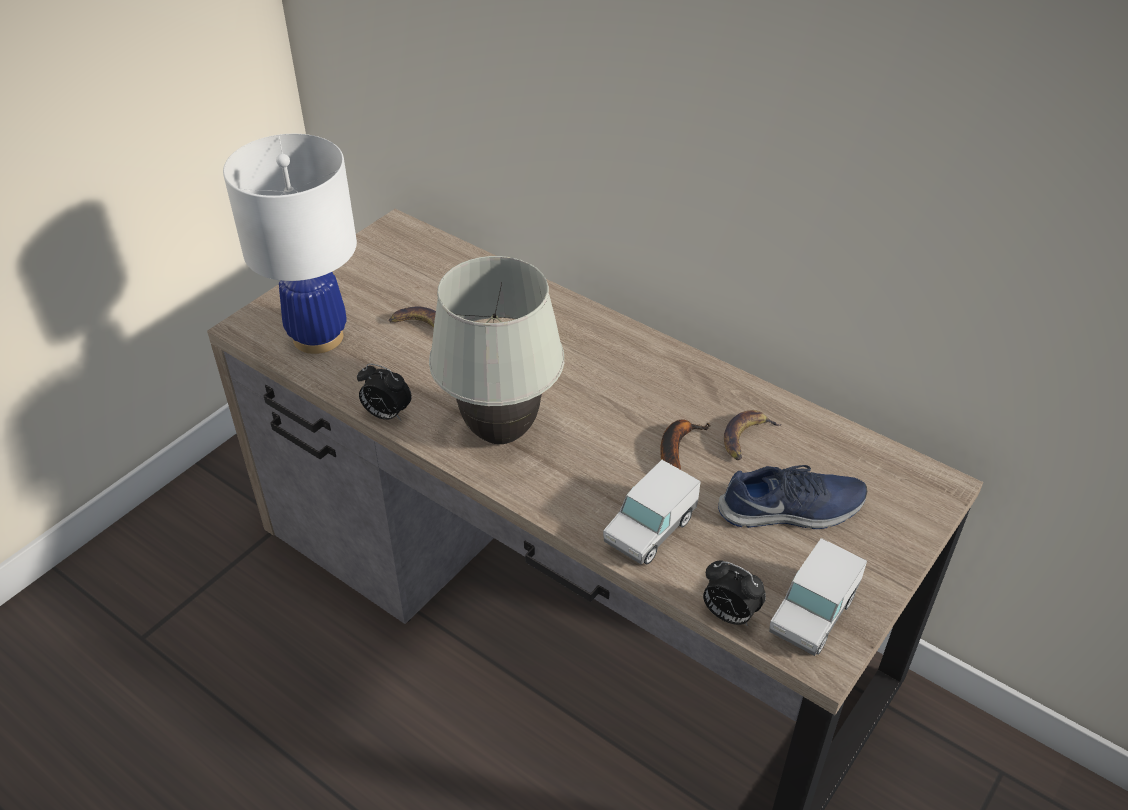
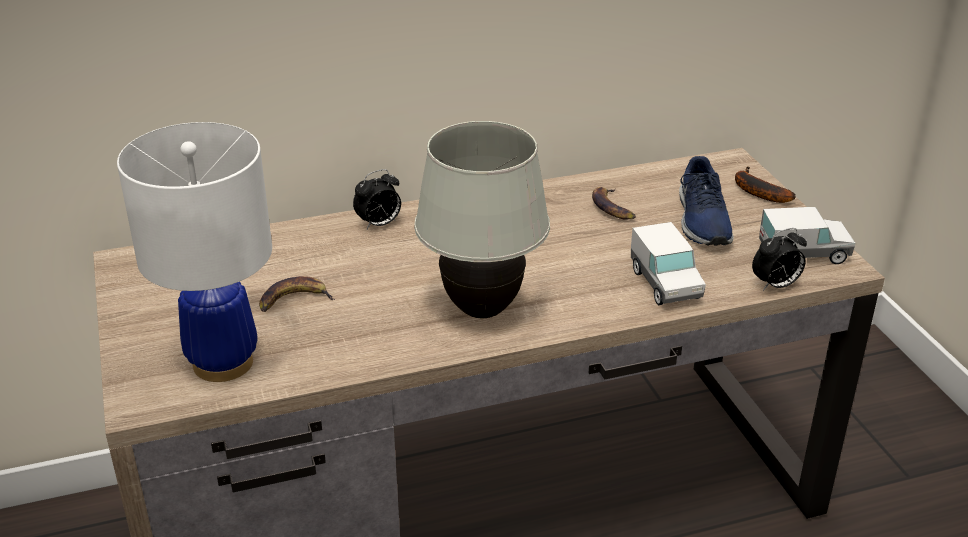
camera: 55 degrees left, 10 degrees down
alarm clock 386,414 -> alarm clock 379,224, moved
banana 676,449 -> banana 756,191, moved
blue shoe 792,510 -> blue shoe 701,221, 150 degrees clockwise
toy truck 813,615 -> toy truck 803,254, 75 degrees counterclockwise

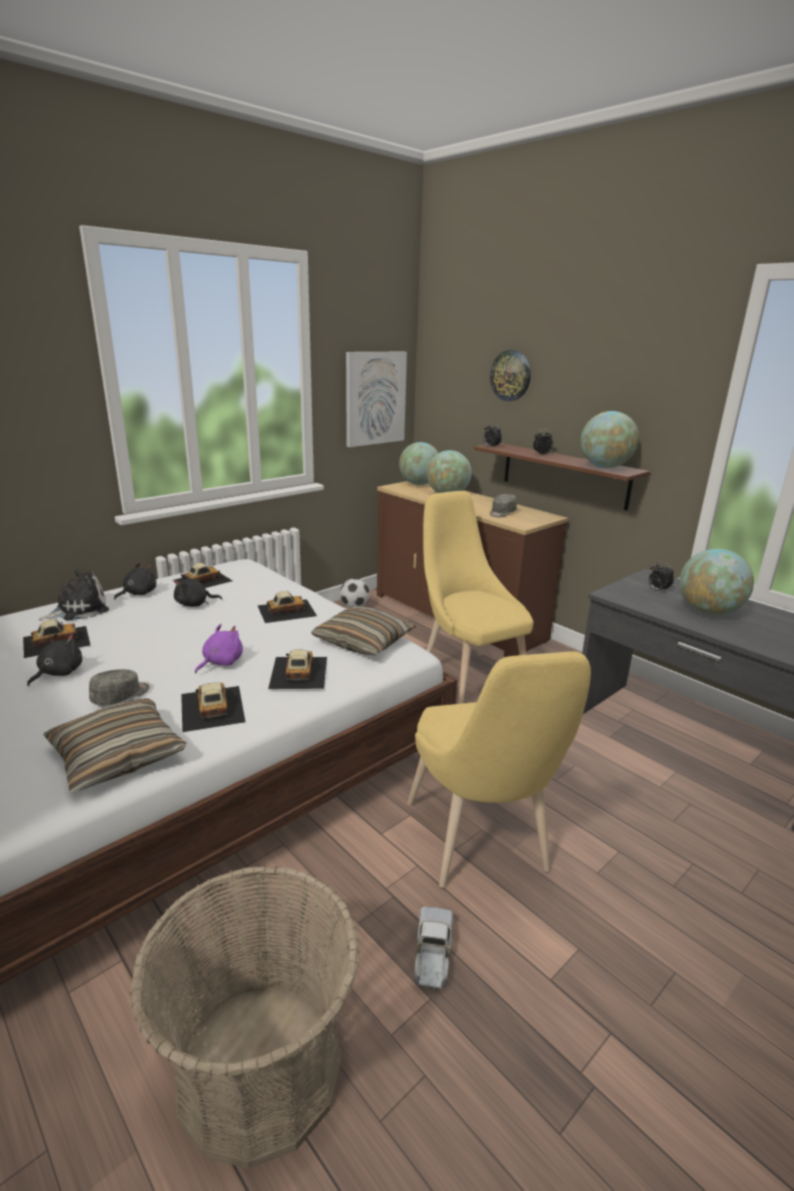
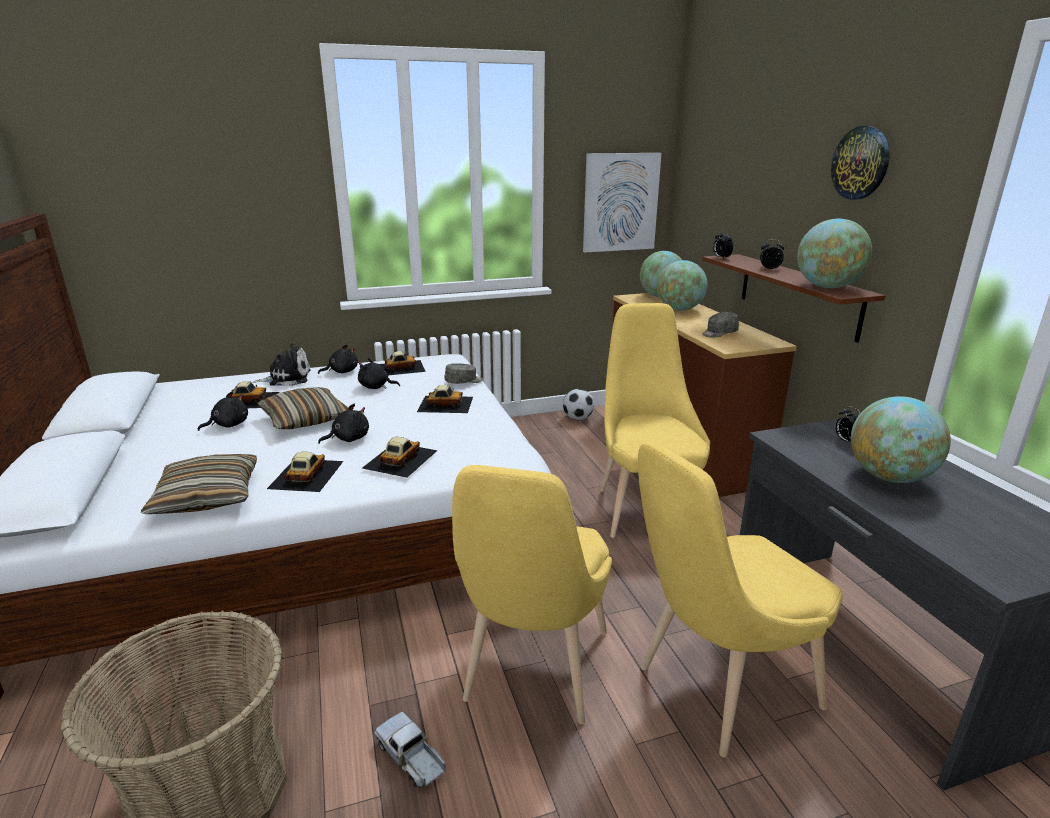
camera: 25 degrees right, 0 degrees up
none -> yellow chair 717,690
grey cap 121,696 -> grey cap 464,381, moved
pillow 363,641 -> pillow 305,419, moved
wall clock 510,375 -> wall clock 861,163, moved
purple plush toy 221,662 -> black plush toy 348,439
toy truck 432,954 -> toy truck 411,757, 75 degrees counterclockwise

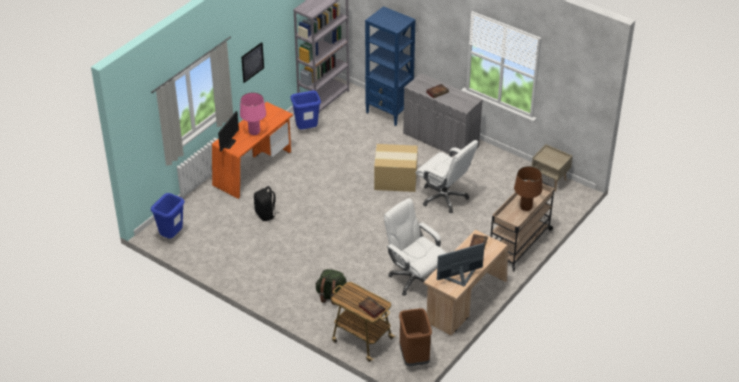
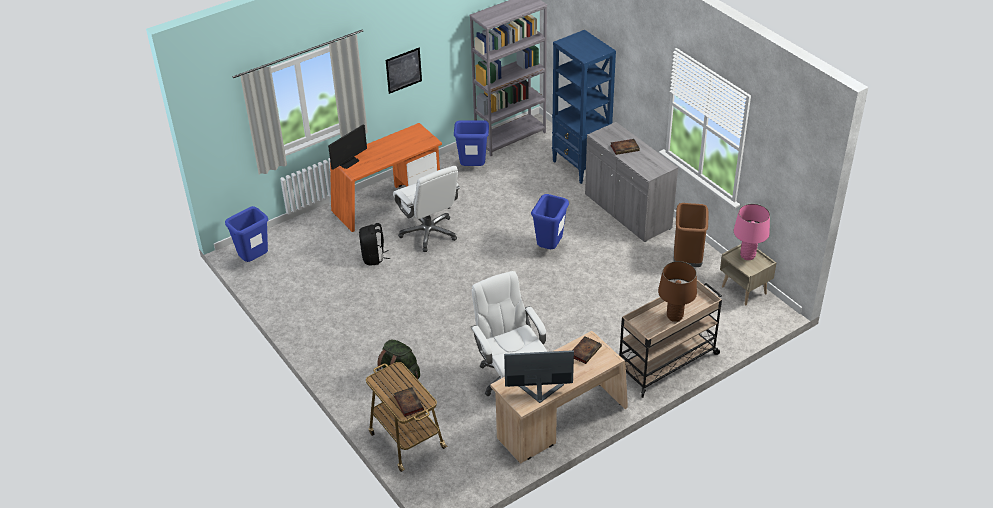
camera: 20 degrees right, 0 degrees up
pink table lamp 254,132 -> pink table lamp 747,255, moved
brown trash can 414,357 -> brown trash can 687,260, moved
white office chair 444,197 -> white office chair 429,233, moved
cardboard box 396,179 -> blue trash can 549,248

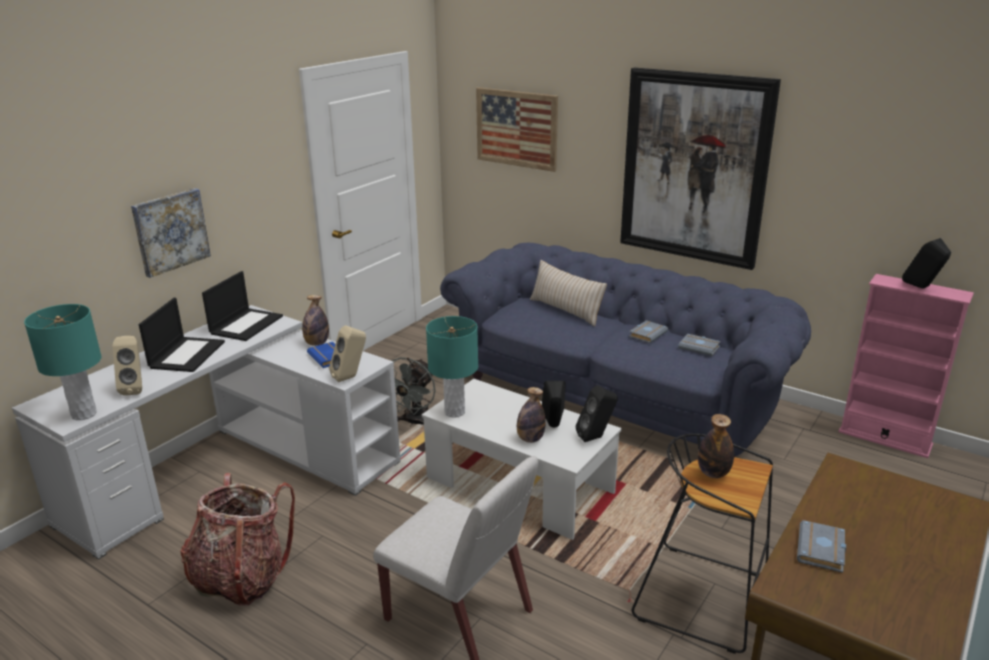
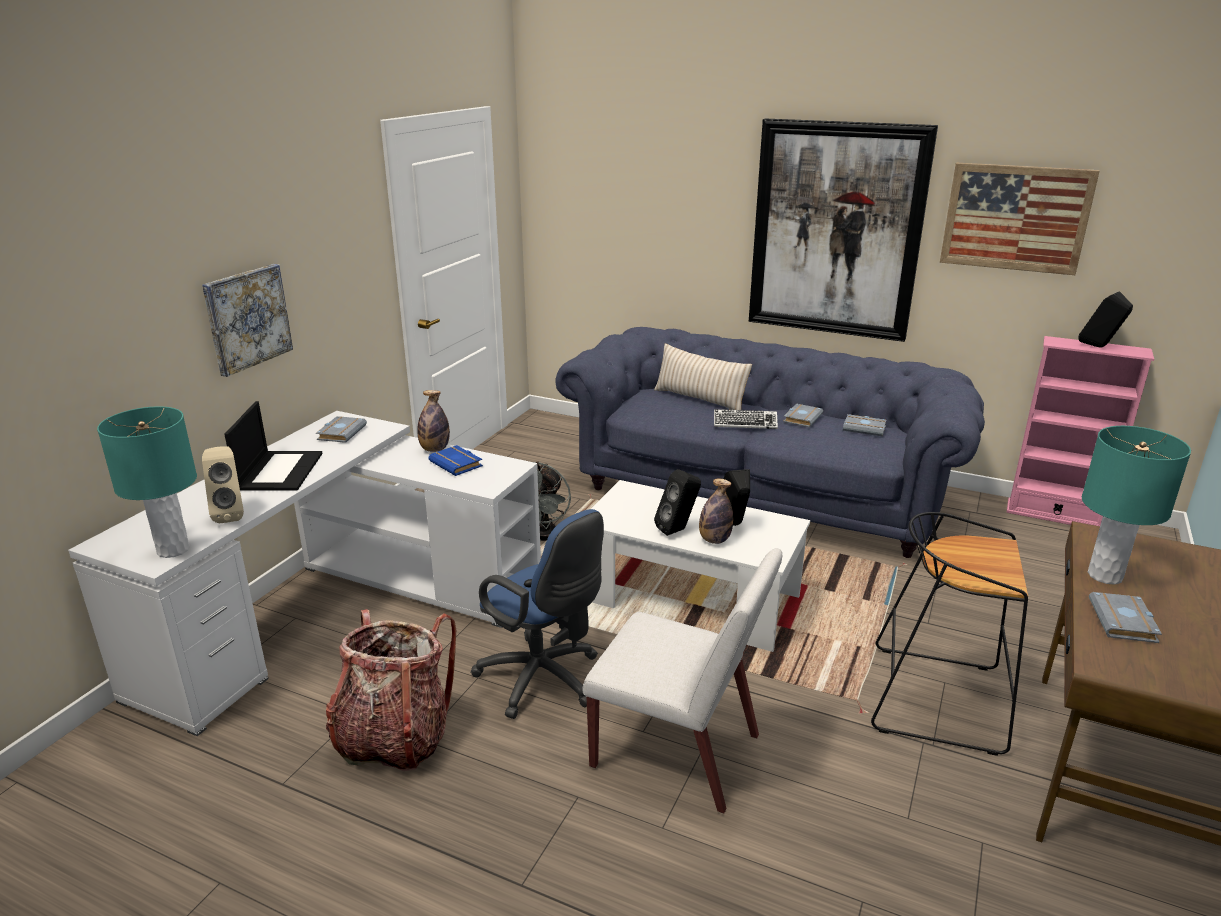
camera: 10 degrees left, 0 degrees up
beige speaker 351,377 -> none
bottle 713,473 -> none
none -> blue office chair 544,681
none -> keyboard 745,423
turquoise table lamp 455,412 -> turquoise table lamp 1105,576, moved
picture 516,128 -> picture 1015,218, moved
black speaker 596,437 -> black speaker 678,530, moved
laptop 246,324 -> grey book 341,432

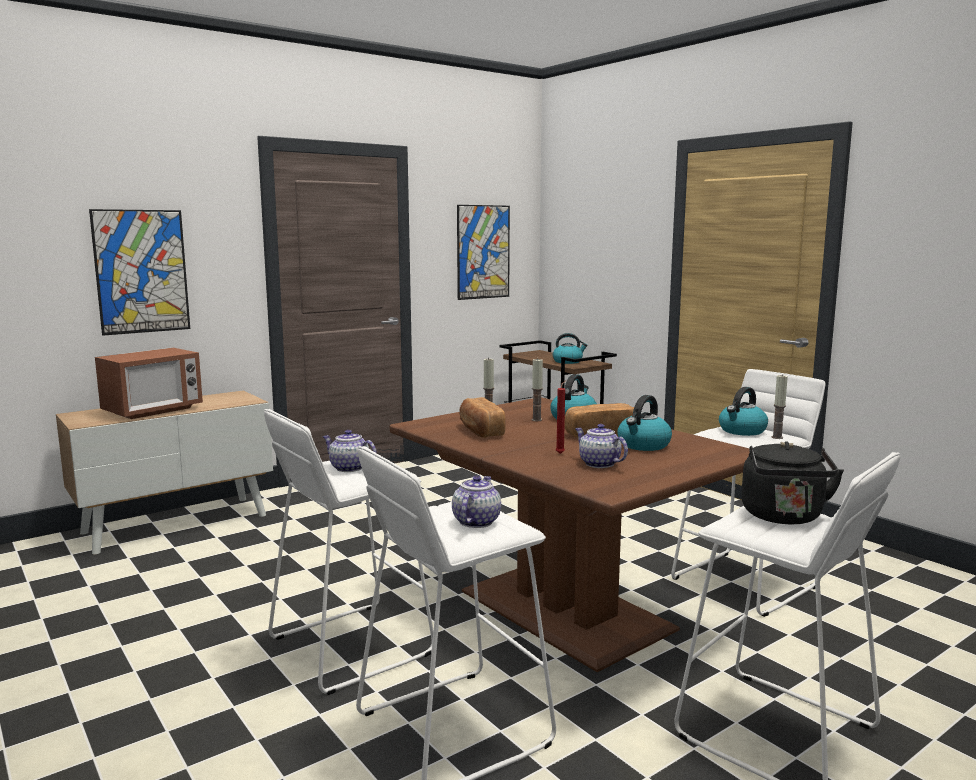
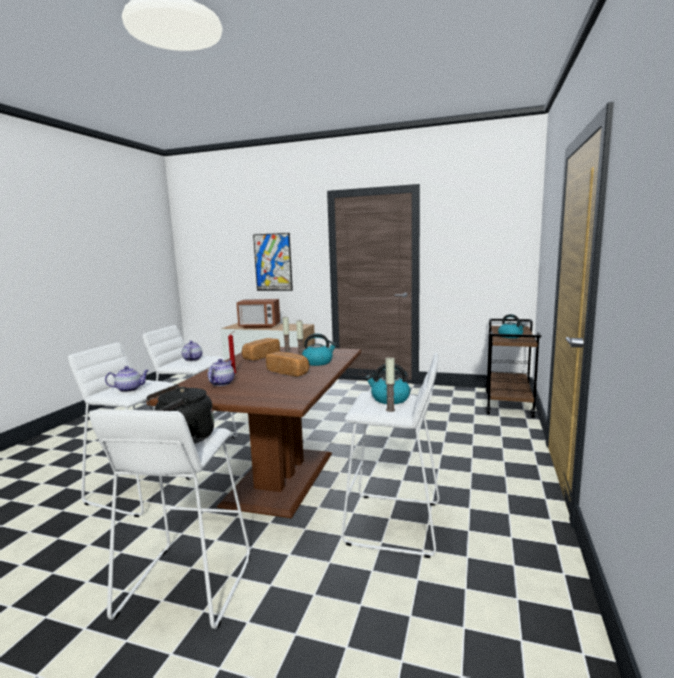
camera: 55 degrees right, 0 degrees up
picture 483,252 -> none
kettle 643,445 -> none

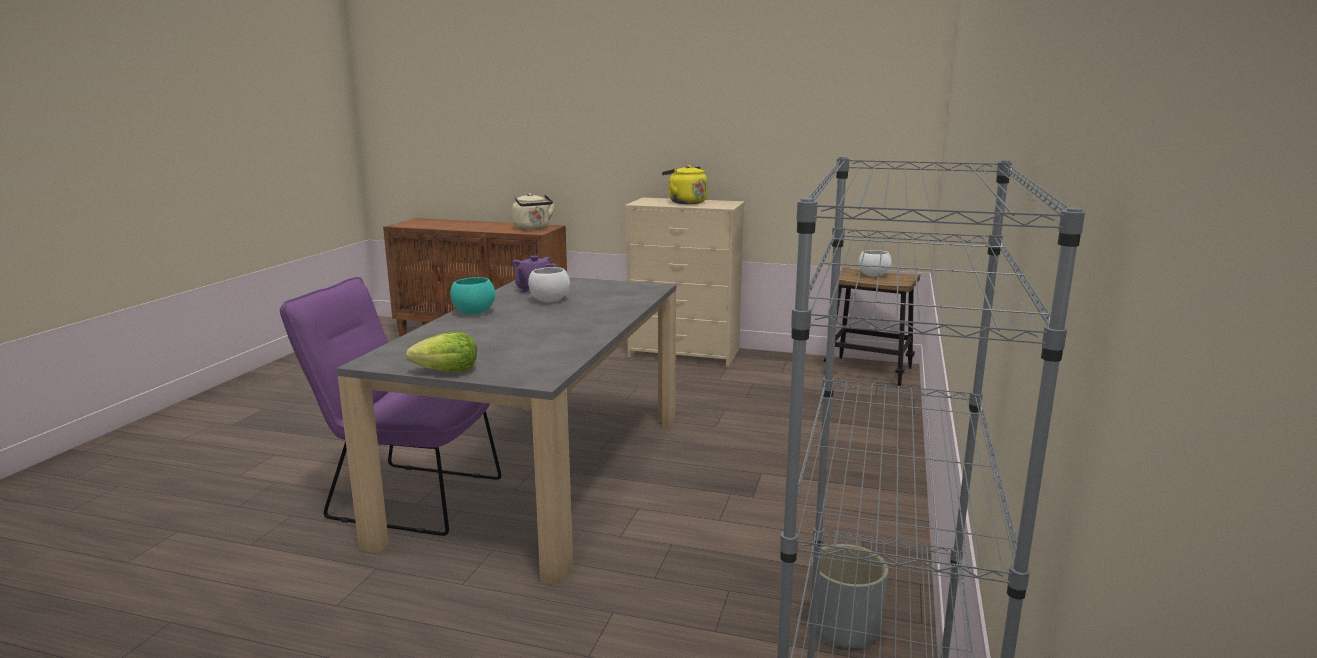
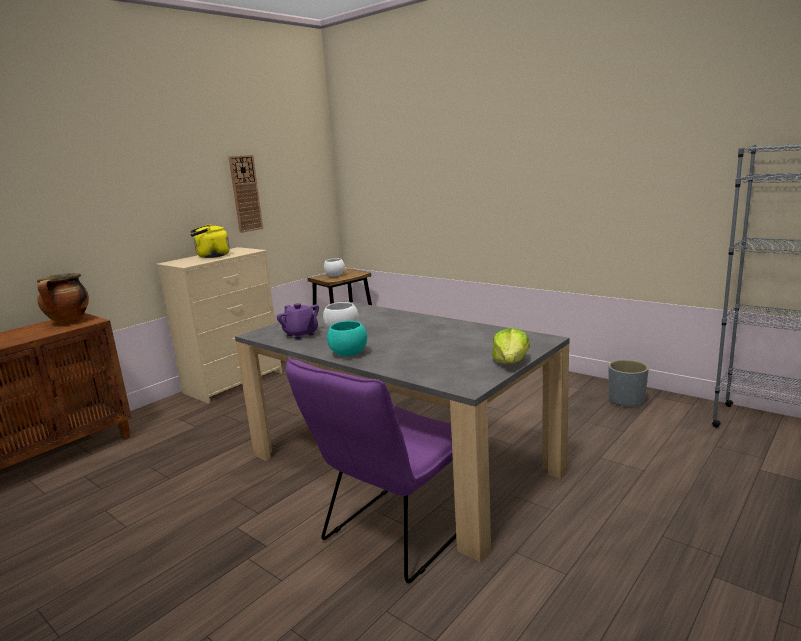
camera: 65 degrees left, 0 degrees up
none -> wall clock 245,193
beige kettle 533,228 -> cooking pot 69,322

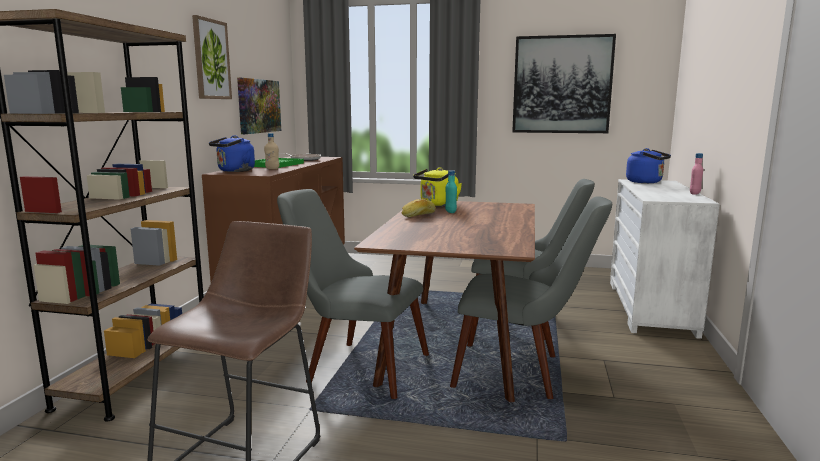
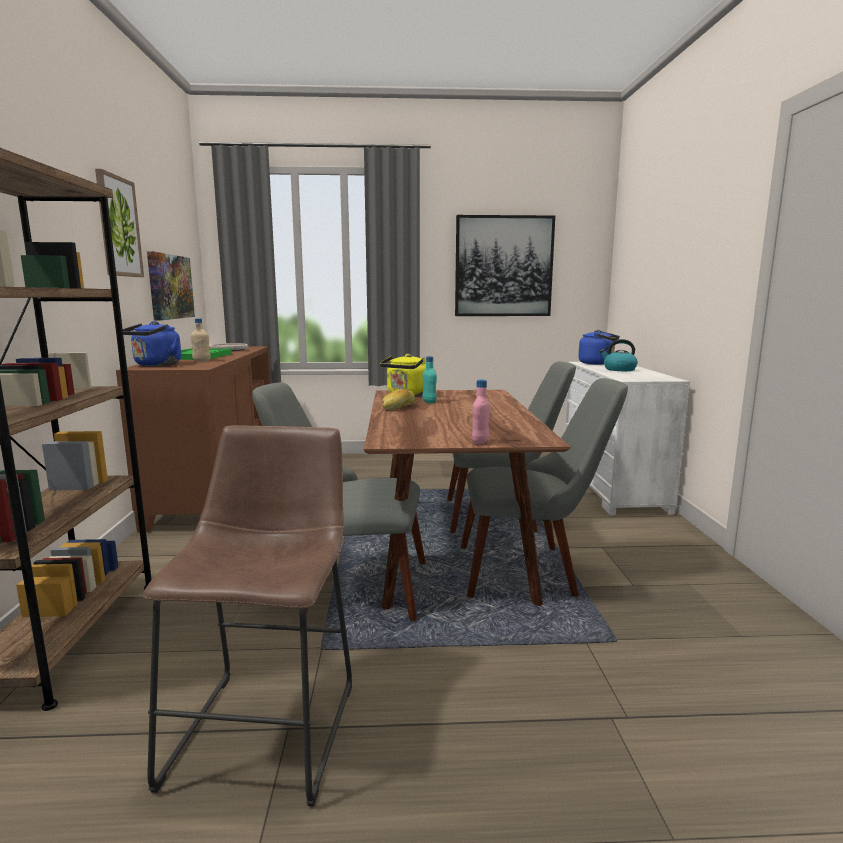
camera: 15 degrees left, 0 degrees up
none -> kettle 619,369
pink bottle 694,193 -> pink bottle 480,442, moved

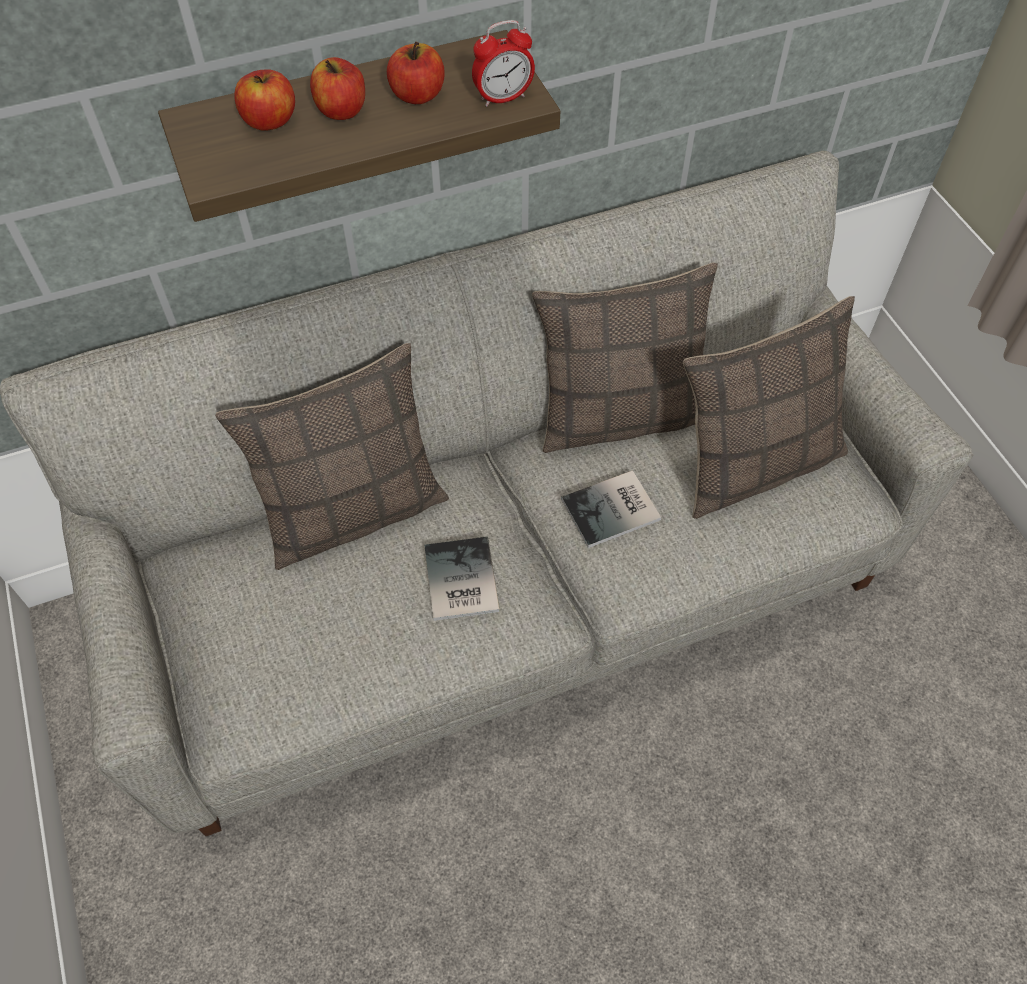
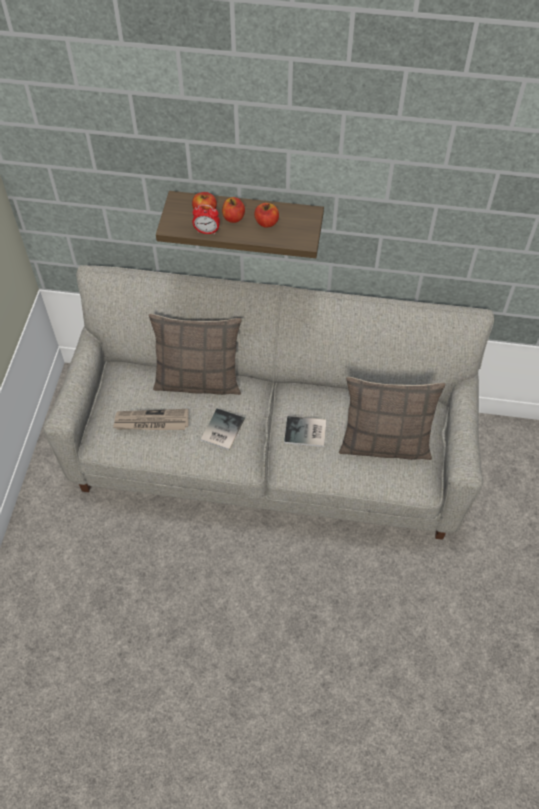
camera: 30 degrees right, 0 degrees up
pillow 620,416 -> none
none -> newspaper 151,422
alarm clock 503,98 -> alarm clock 207,231, moved

